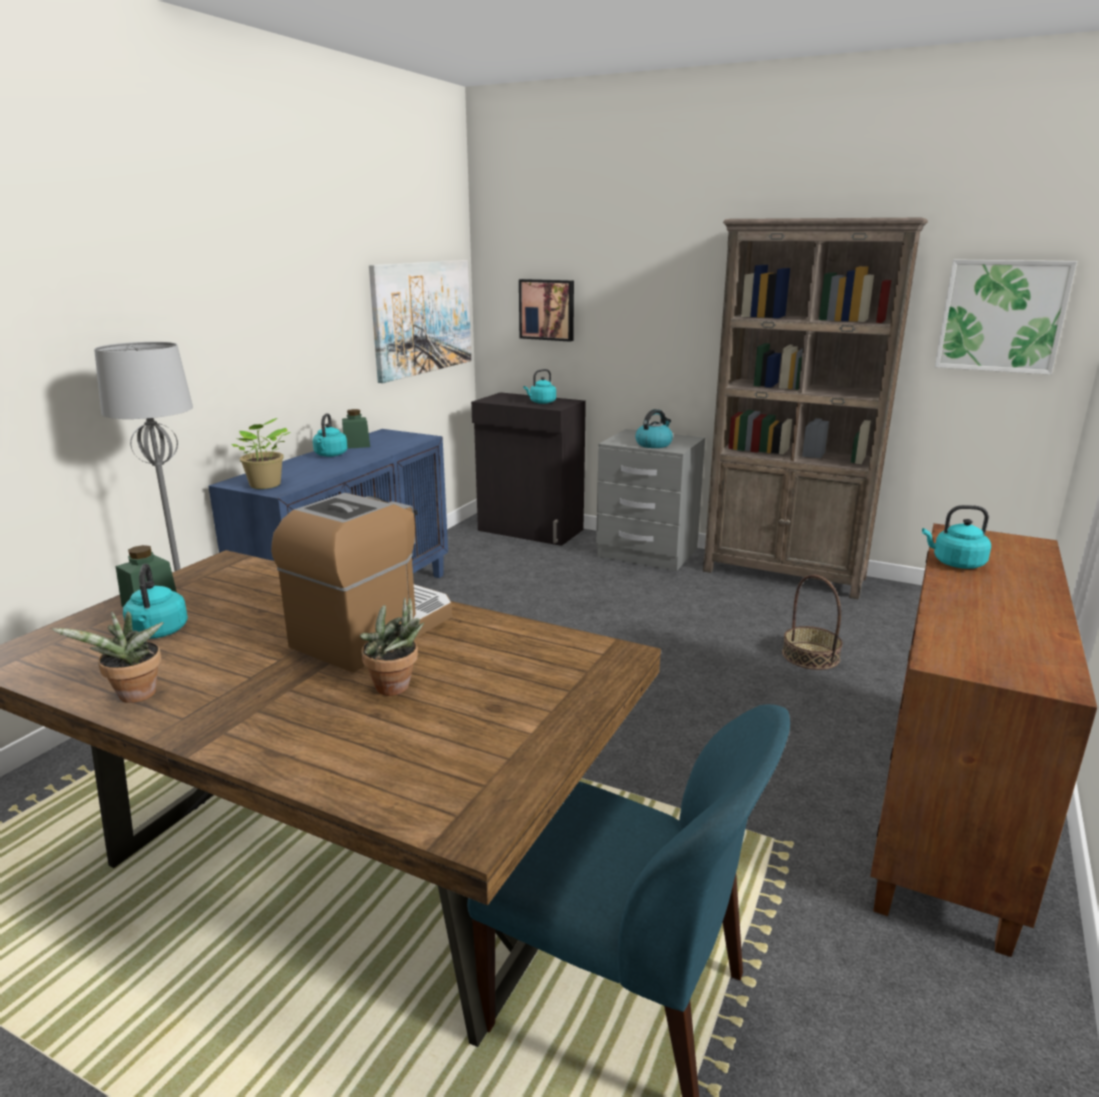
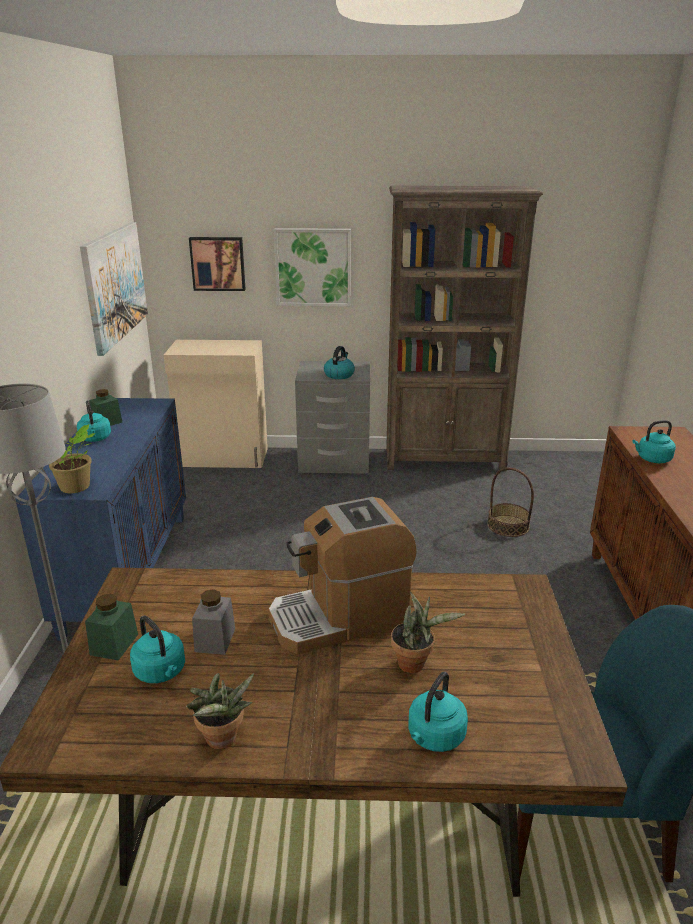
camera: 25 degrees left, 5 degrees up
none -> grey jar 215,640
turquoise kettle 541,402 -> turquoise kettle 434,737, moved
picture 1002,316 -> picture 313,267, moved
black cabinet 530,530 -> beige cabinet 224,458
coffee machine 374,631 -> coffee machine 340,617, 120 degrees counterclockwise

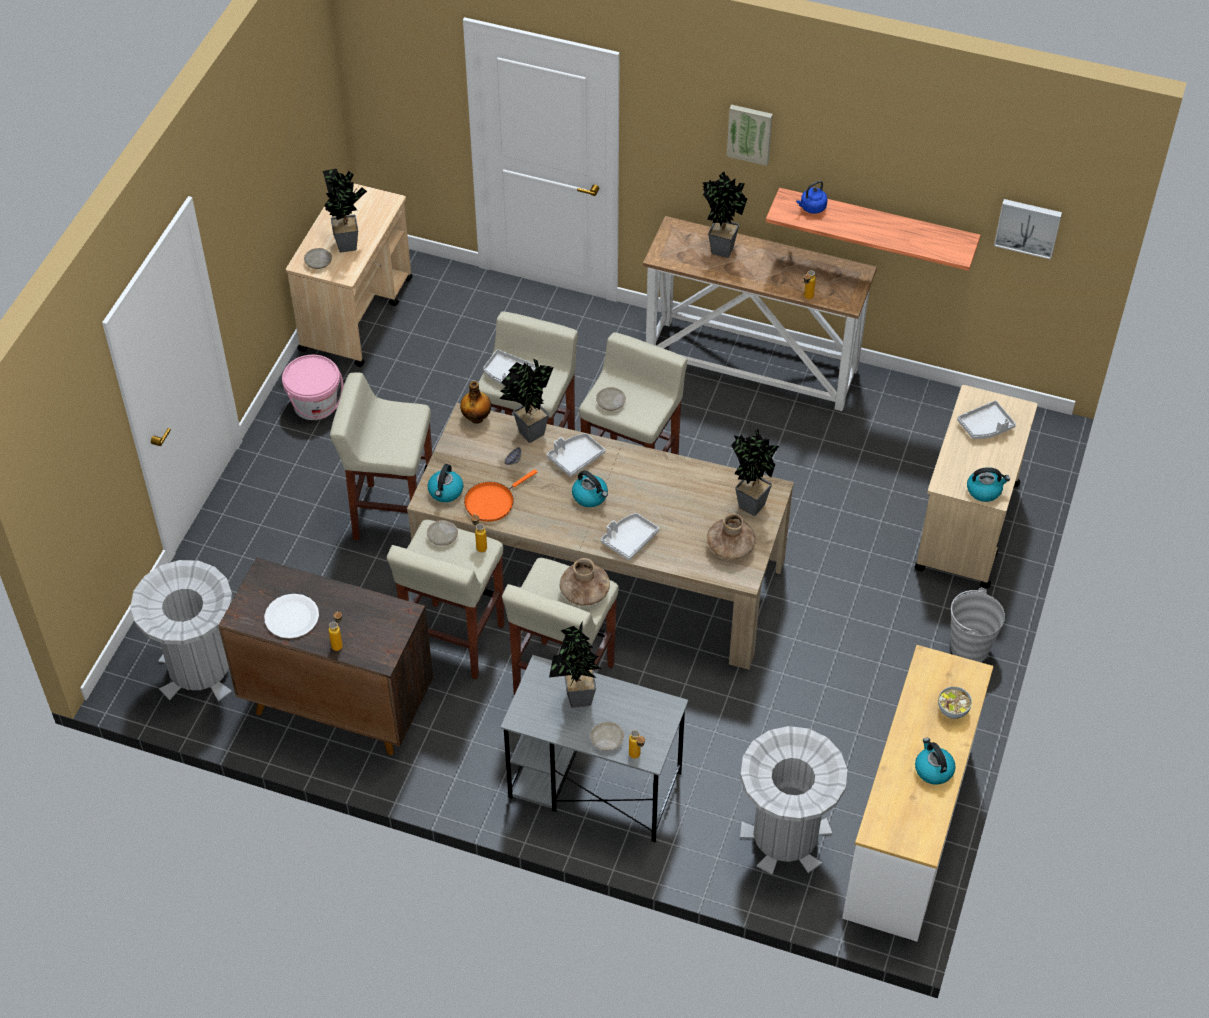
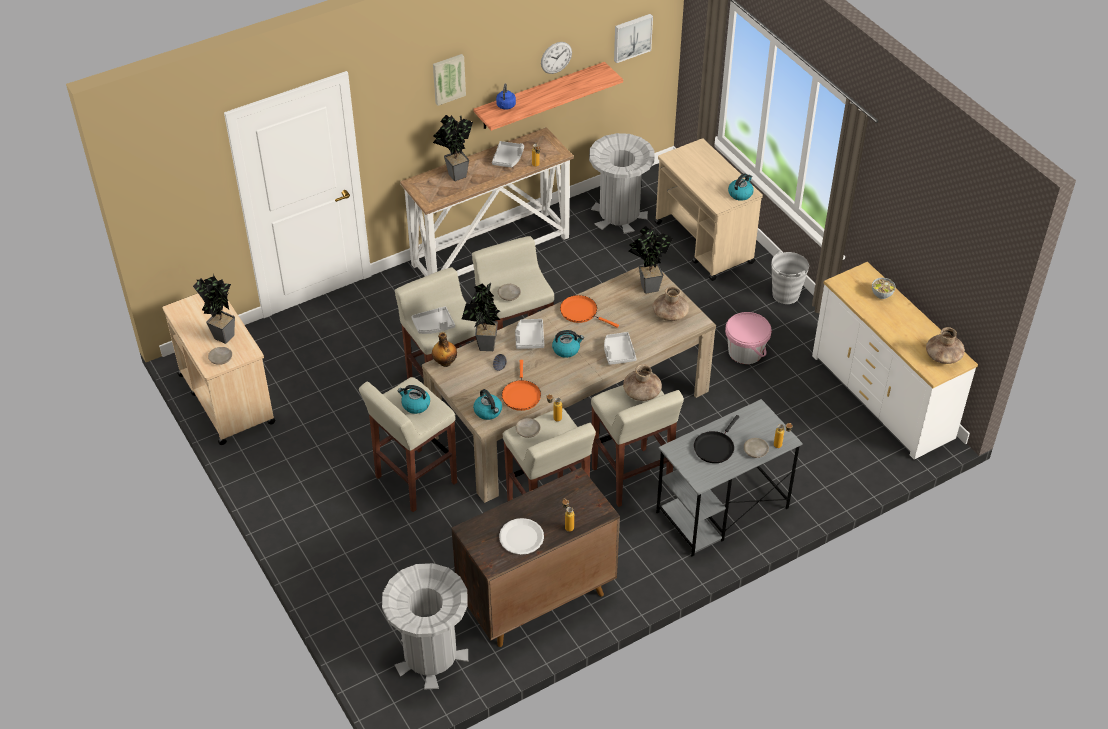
camera: 50 degrees left, 5 degrees down
none -> wall clock 556,57
none -> orange frying pan 581,312
none -> brown vase 943,356
pink bucket 315,404 -> pink bucket 745,352, moved
grey trash can 785,837 -> grey trash can 619,215, moved
kettle 933,769 -> kettle 415,405, moved
grey tray 985,426 -> grey tray 508,158, moved
potted plant 578,701 -> black frying pan 715,447

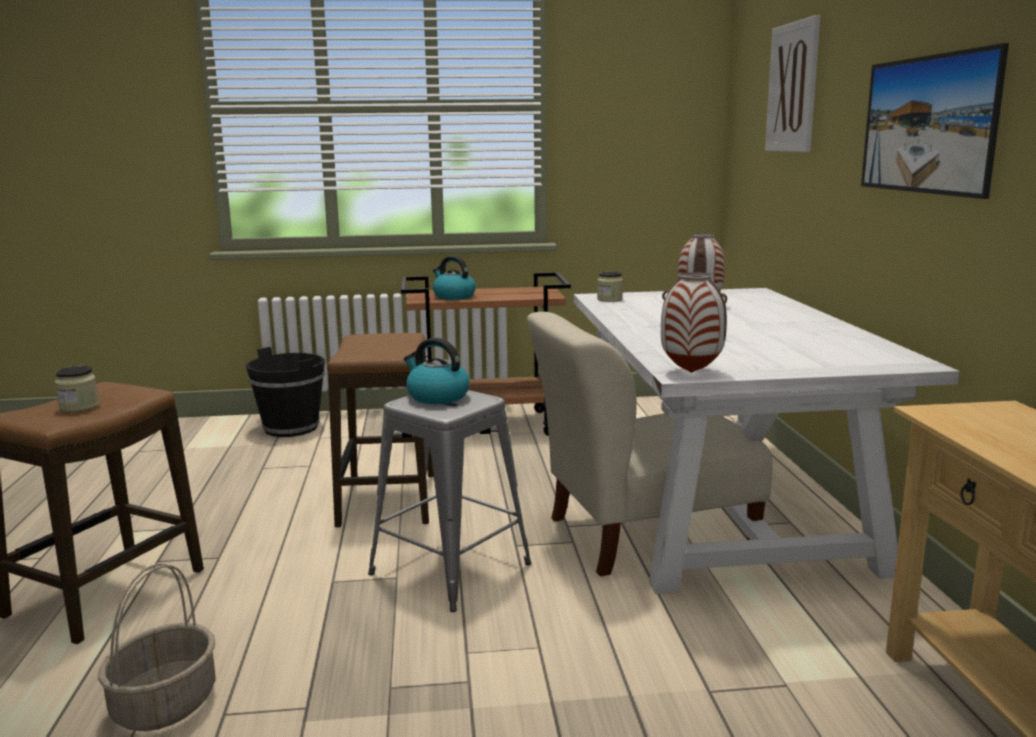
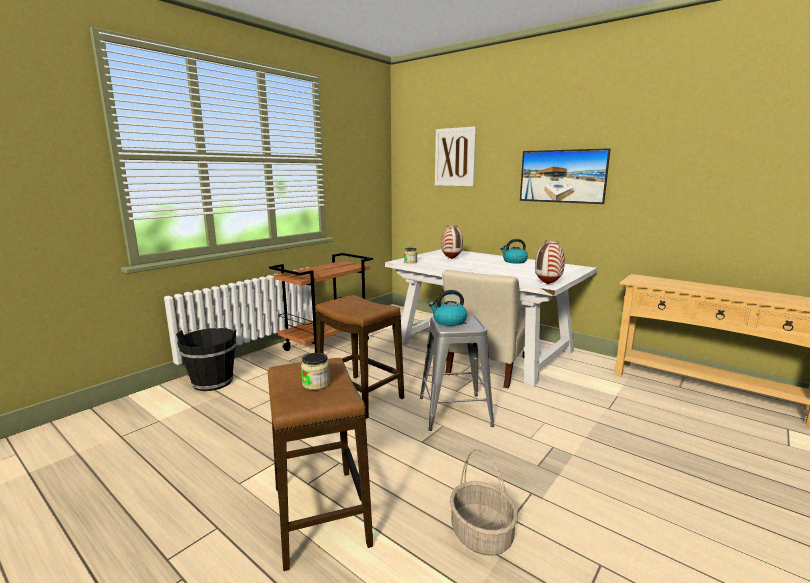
camera: 45 degrees left, 0 degrees up
kettle 453,296 -> kettle 514,261, moved

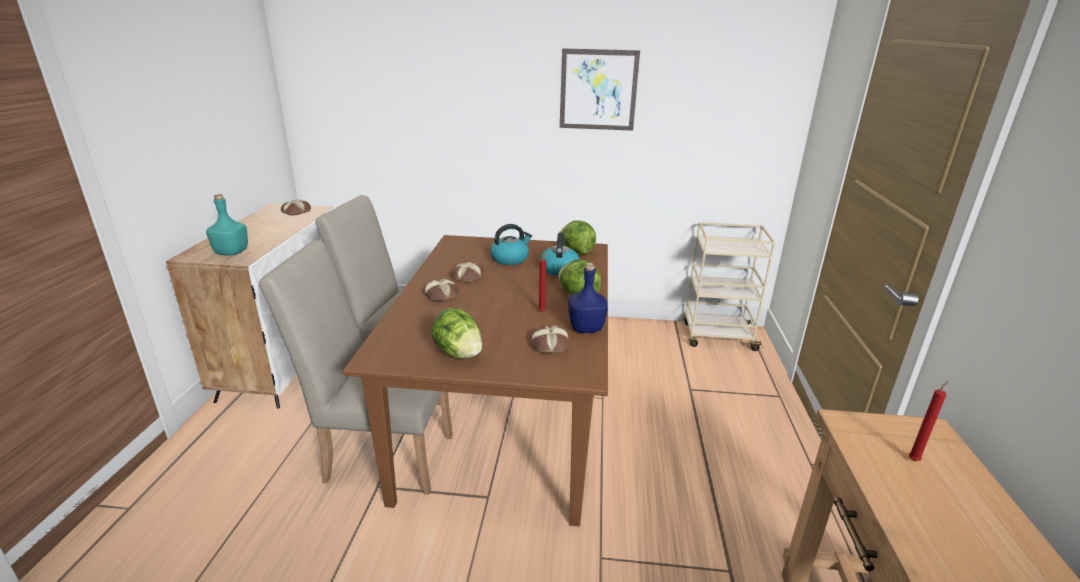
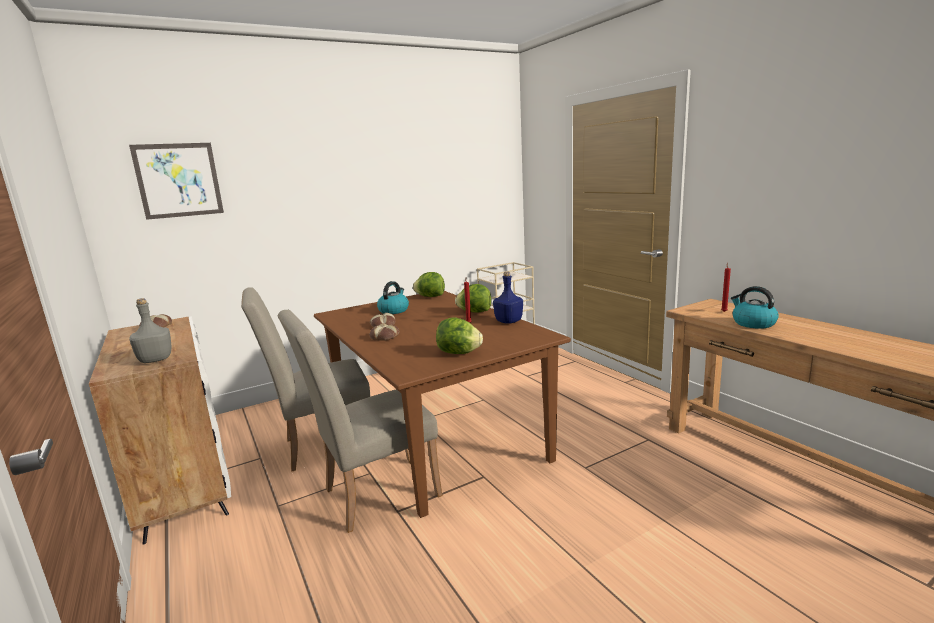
camera: 35 degrees left, 10 degrees down
bread 549,344 -> none
kettle 559,269 -> kettle 753,323, moved
picture 598,90 -> picture 178,180, moved
turquoise bottle 232,252 -> grey bottle 155,359

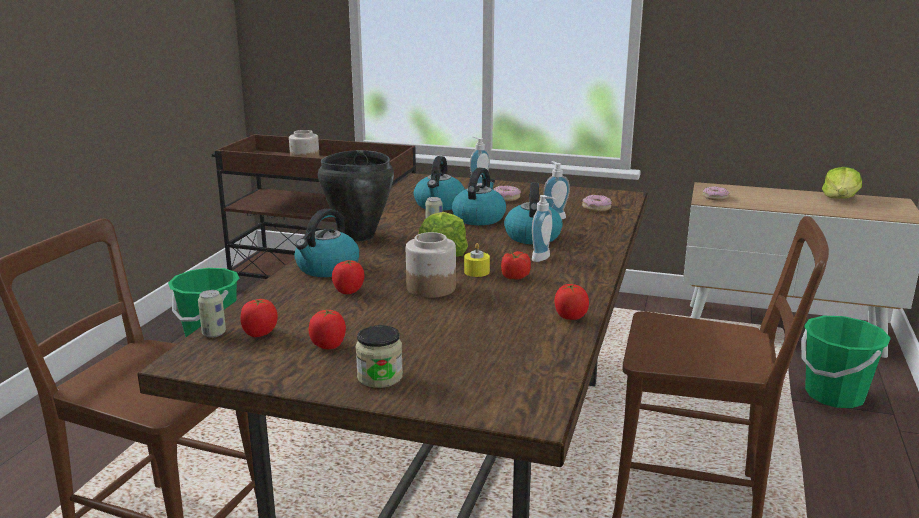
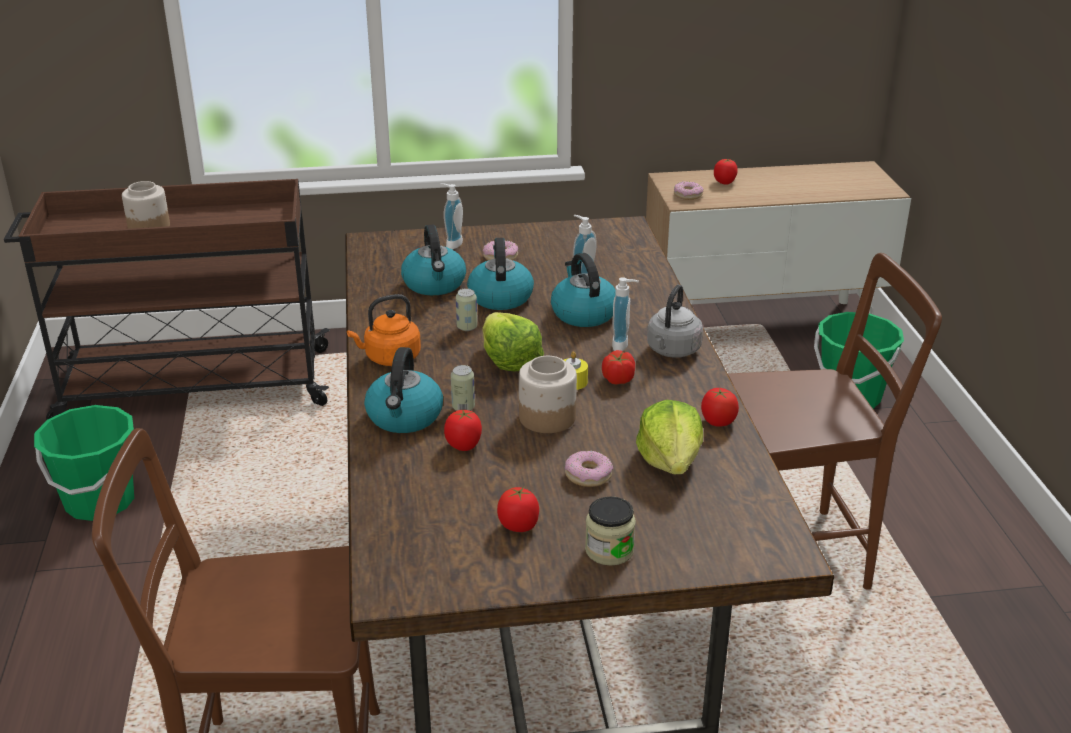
camera: 25 degrees left, 10 degrees up
none -> grey kettle 672,351
can 214,333 -> can 463,407, moved
tomato 259,333 -> tomato 724,182, moved
donut 596,208 -> donut 588,475, moved
lettuce 840,199 -> lettuce 670,460, moved
black cooking pot 358,236 -> orange kettle 389,358

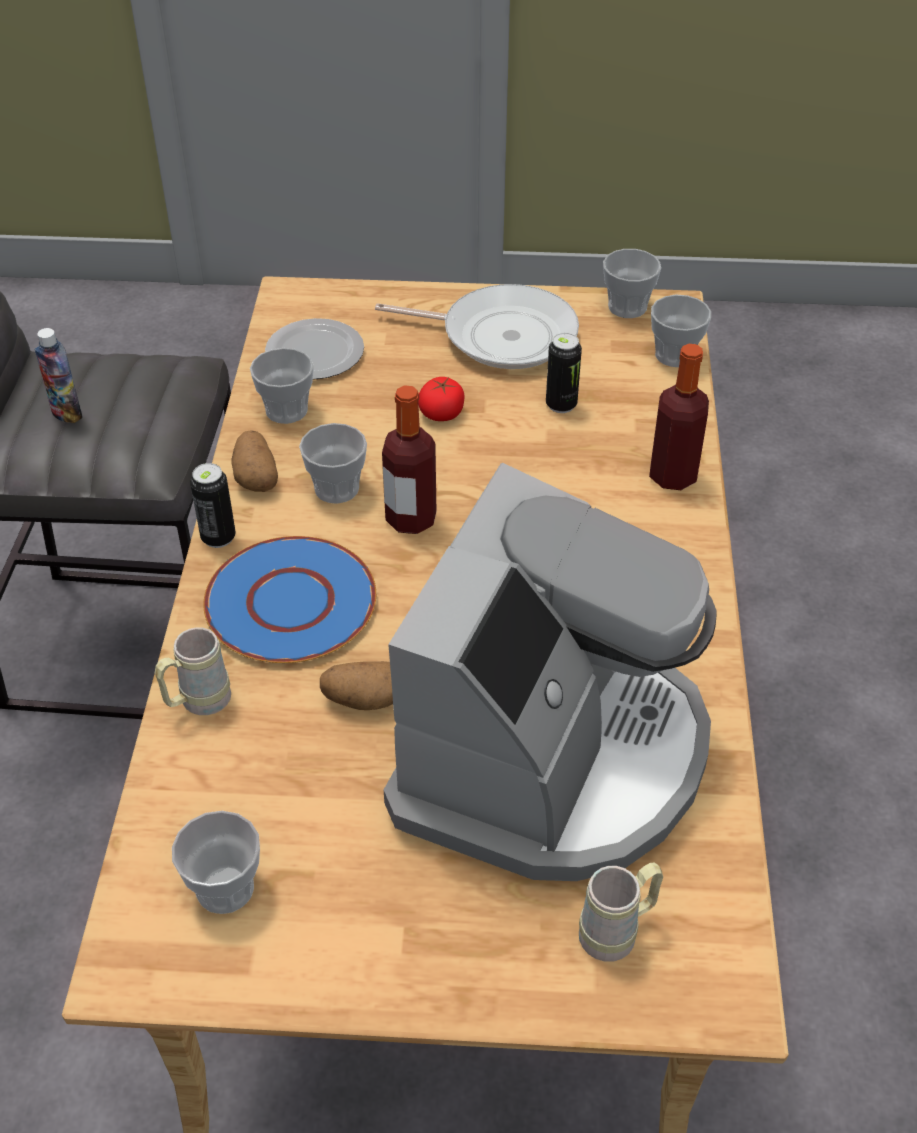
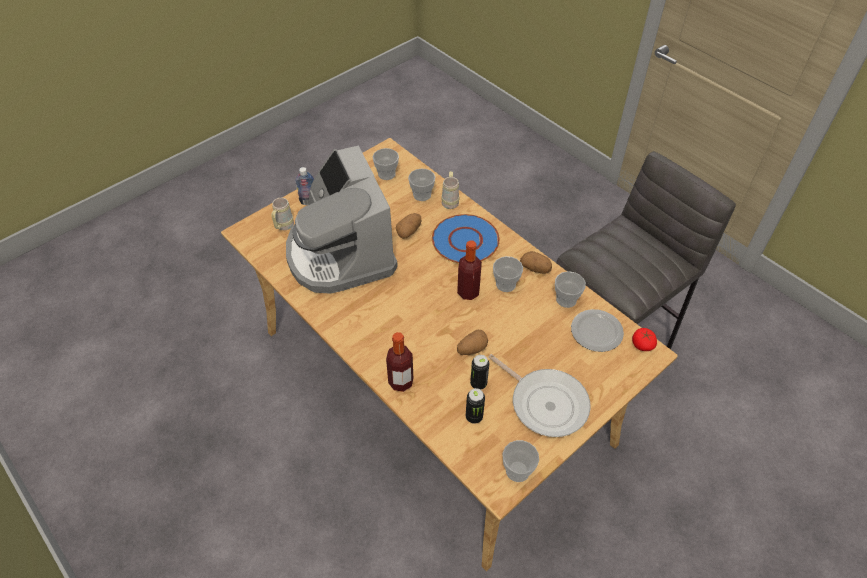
camera: 135 degrees right, 5 degrees up
none -> potato 471,349
bottle 66,413 -> bottle 308,202, moved
can 218,537 -> can 474,417, moved
tomato 441,412 -> tomato 642,344, moved
cup 675,355 -> cup 422,195, moved
frying pan 501,335 -> frying pan 545,403, 105 degrees counterclockwise

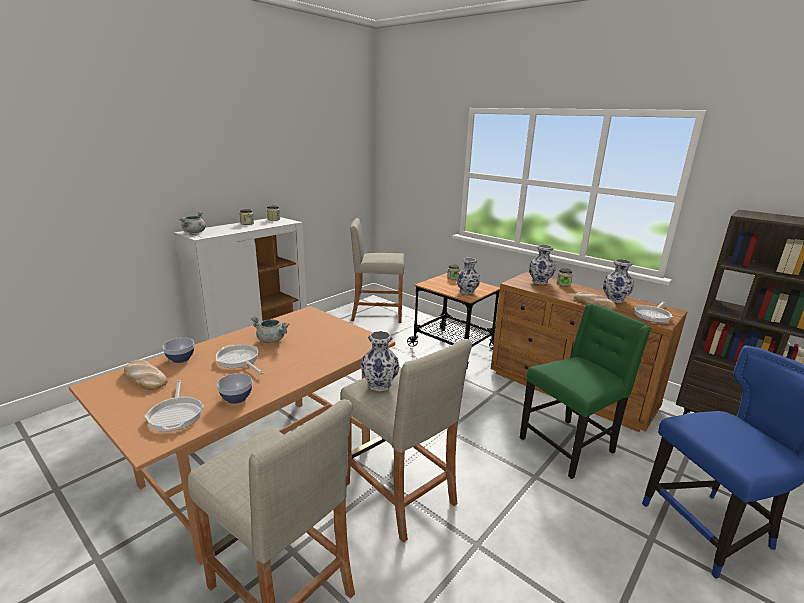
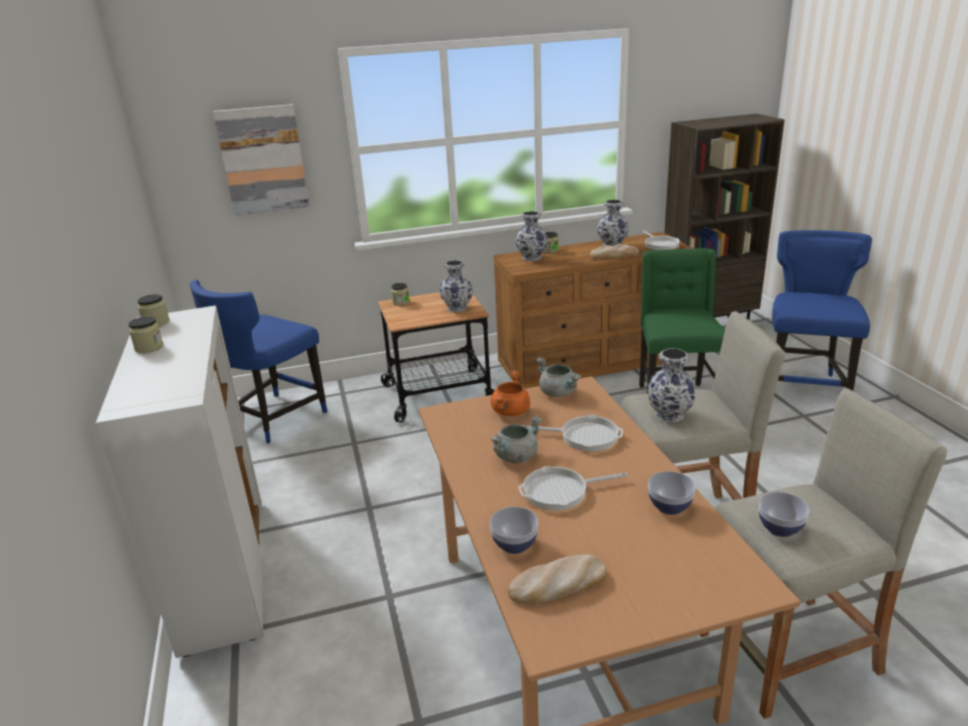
camera: 55 degrees left, 5 degrees up
none -> picture 263,160
none -> orange cooking pot 511,412
none -> bowl 780,528
frying pan 176,414 -> frying pan 585,436, moved
grey cooking pot 194,232 -> grey cooking pot 559,393, moved
beige stool 377,314 -> blue chair 274,419

